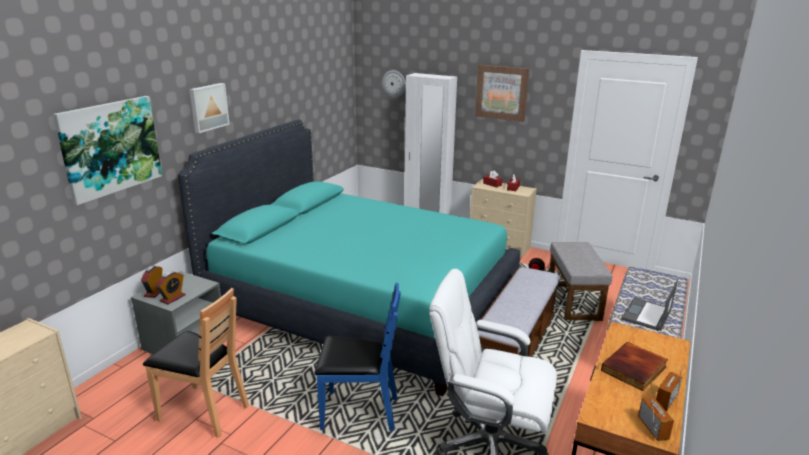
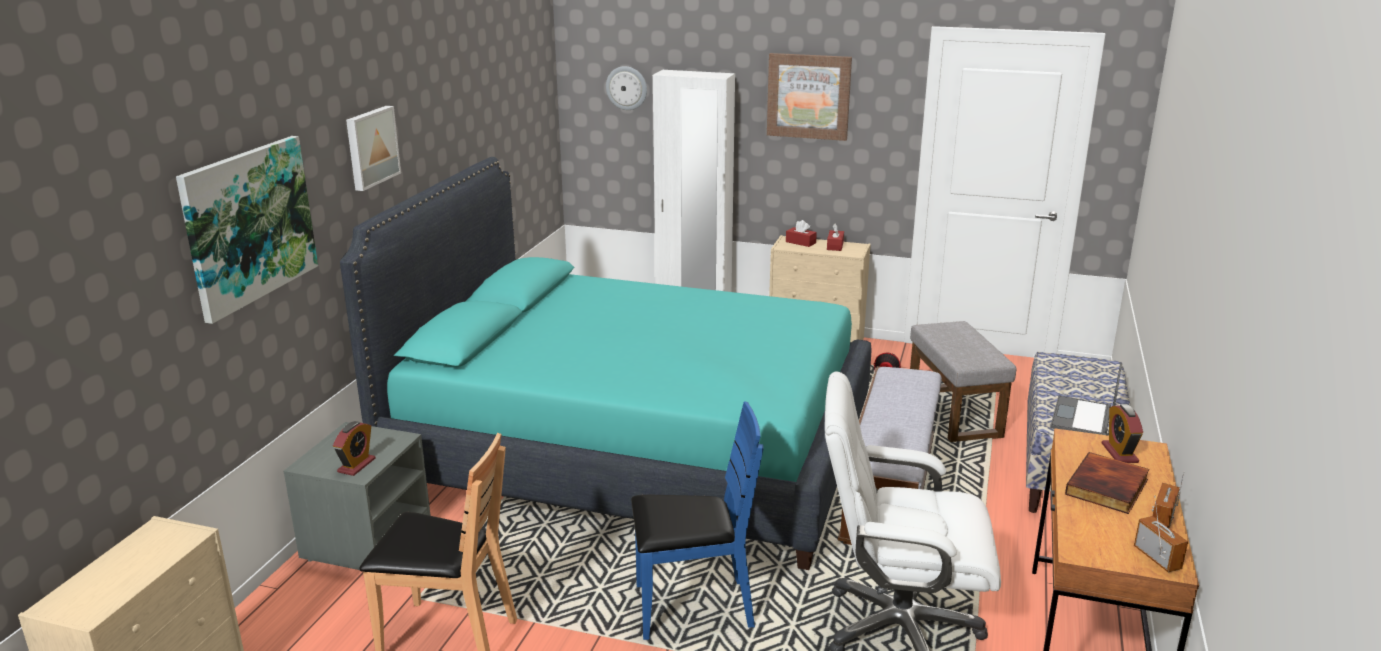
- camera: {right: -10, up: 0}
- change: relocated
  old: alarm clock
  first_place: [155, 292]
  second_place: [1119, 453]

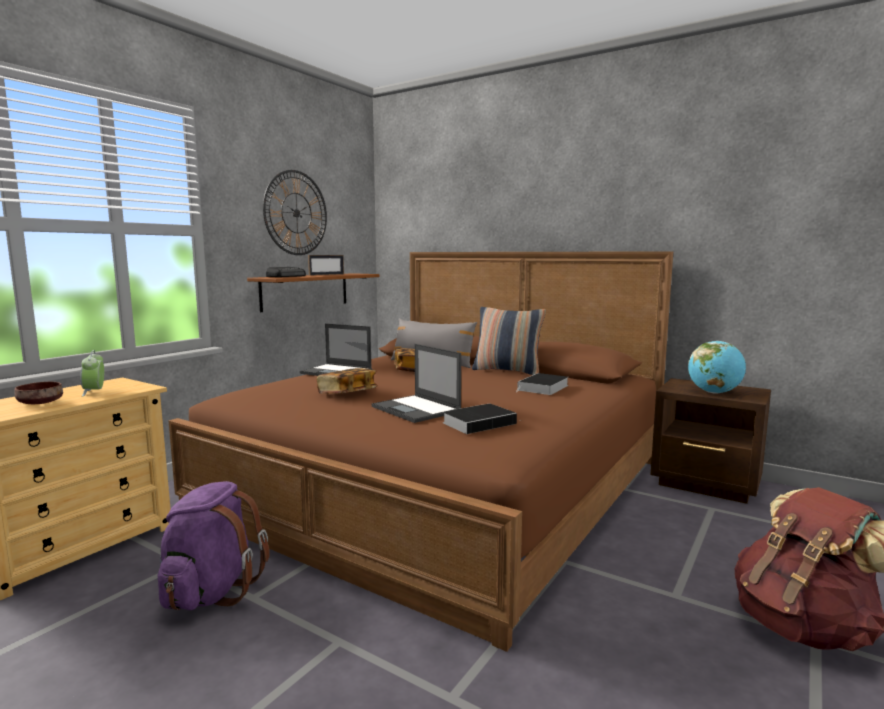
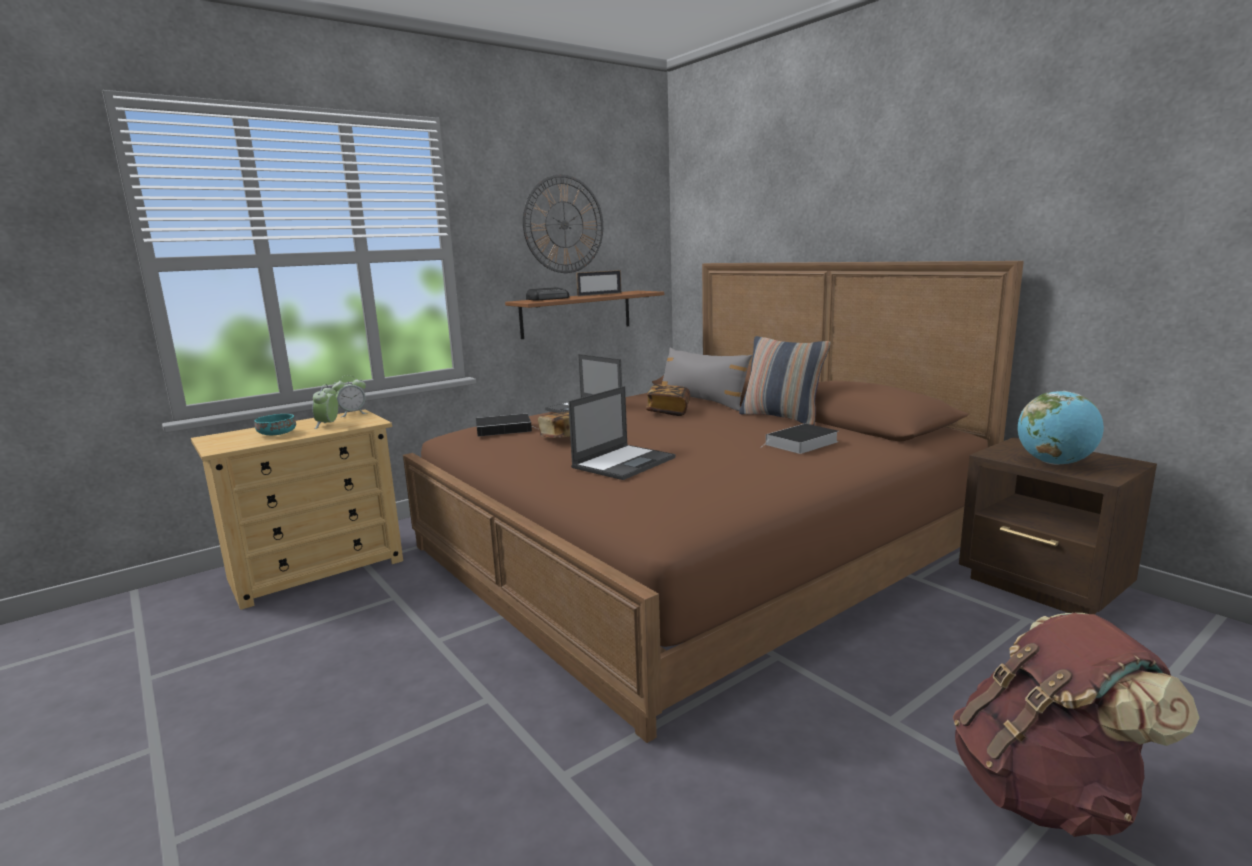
- camera: {right: 20, up: 5}
- change: colour
  old: brown bowl
  new: turquoise bowl
  first_place: [41, 403]
  second_place: [277, 434]
- change: missing
  old: purple backpack
  first_place: [212, 591]
- change: spun
  old: laptop
  first_place: [417, 409]
  second_place: [624, 462]
  degrees: -120
- change: relocated
  old: book
  first_place: [480, 423]
  second_place: [505, 429]
- change: appeared
  new: alarm clock
  second_place: [353, 414]

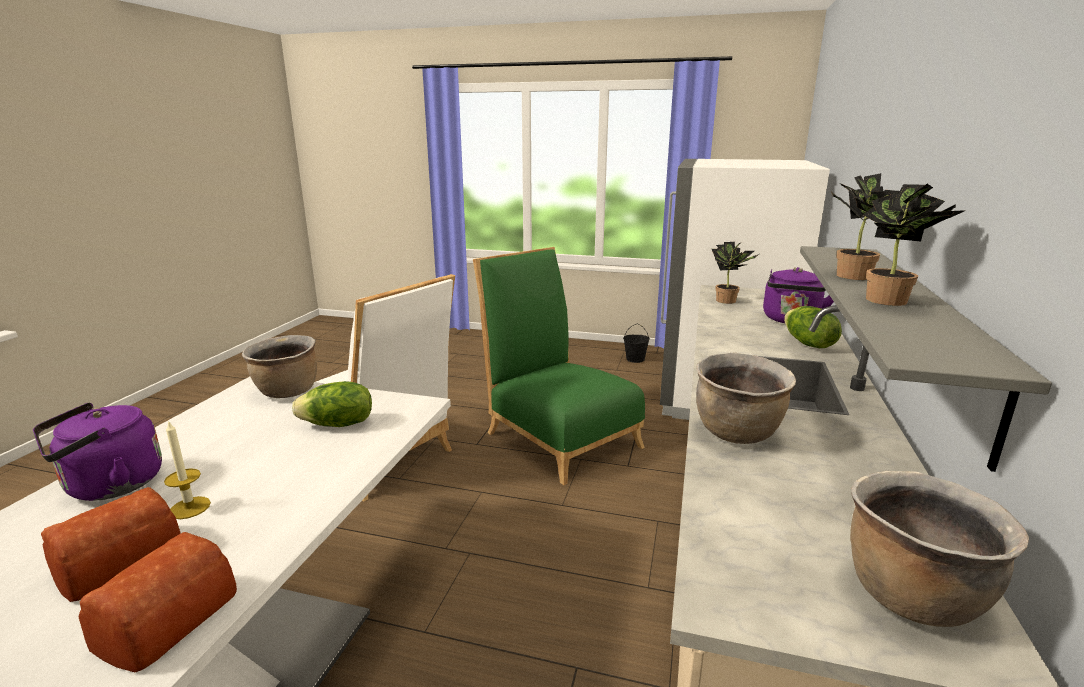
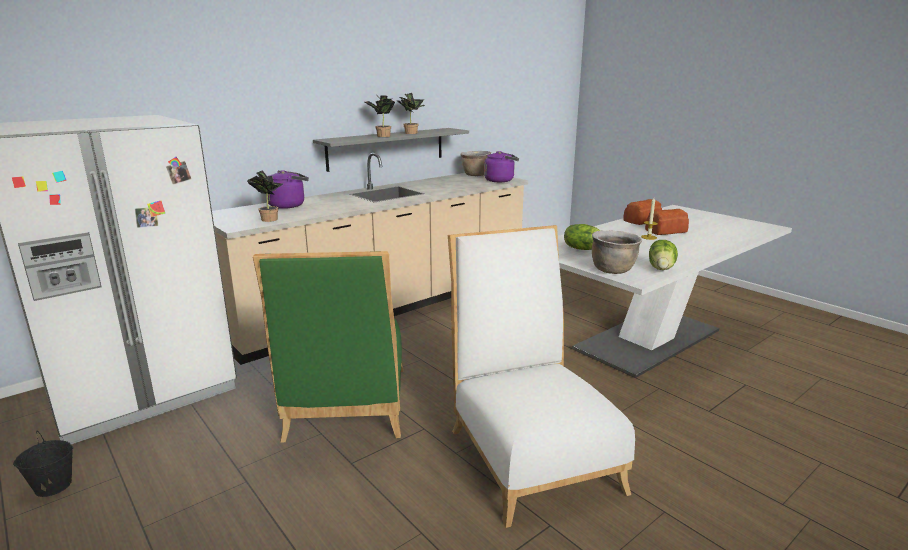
- camera: {right: -145, up: 0}
- change: relocated
  old: purple kettle
  first_place: [109, 486]
  second_place: [501, 180]
- change: missing
  old: brown cooking pot
  first_place: [737, 433]
- change: relocated
  old: lettuce
  first_place: [807, 344]
  second_place: [662, 268]

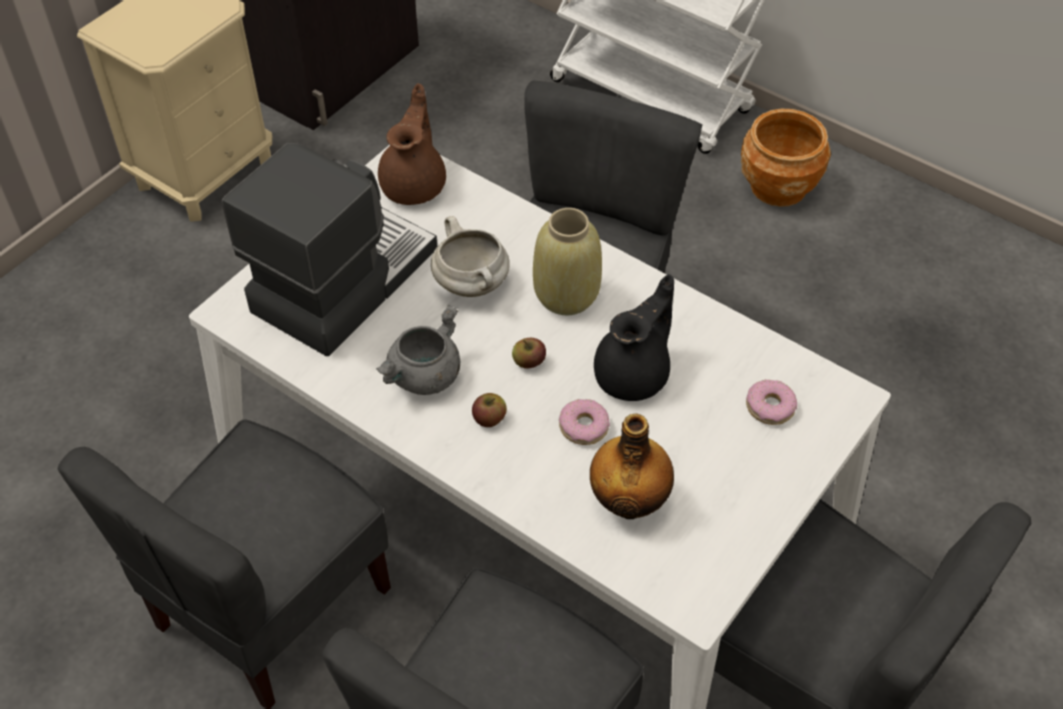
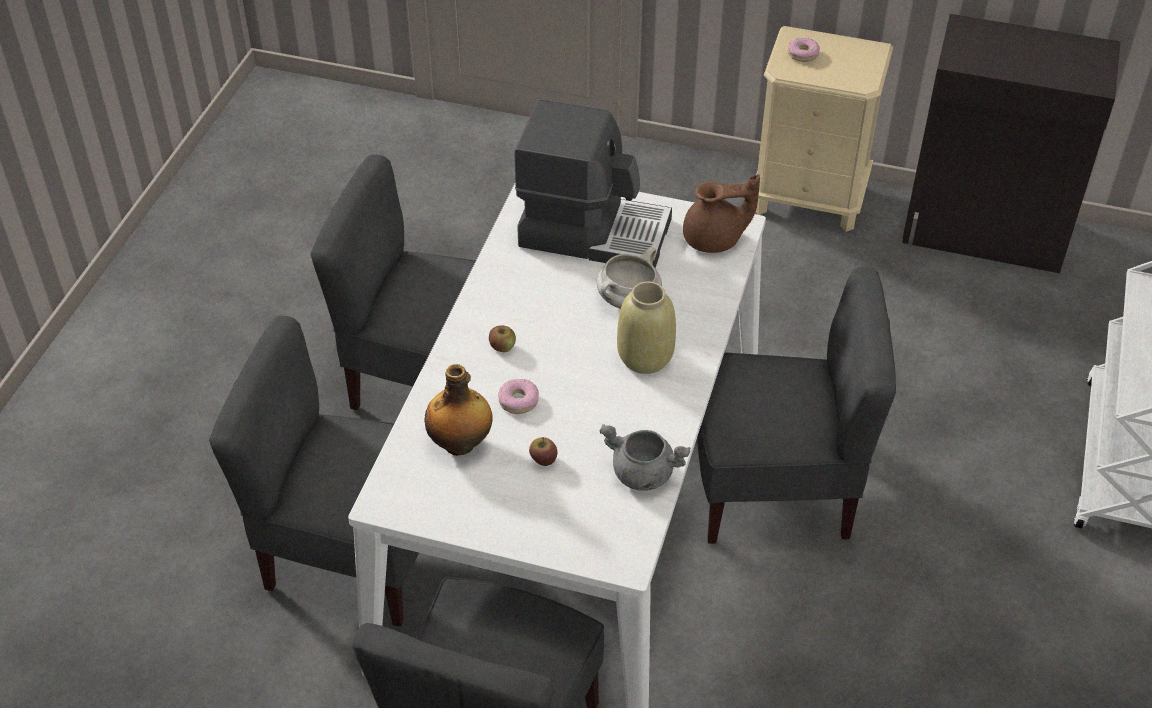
- camera: {right: 70, up: -5}
- change: relocated
  old: grey cooking pot
  first_place: [424, 377]
  second_place: [642, 474]
- change: relocated
  old: apple
  first_place: [529, 362]
  second_place: [543, 459]
- change: missing
  old: black teapot
  first_place: [634, 374]
- change: missing
  old: brown planter
  first_place: [778, 186]
- change: relocated
  old: donut
  first_place: [770, 407]
  second_place: [803, 54]

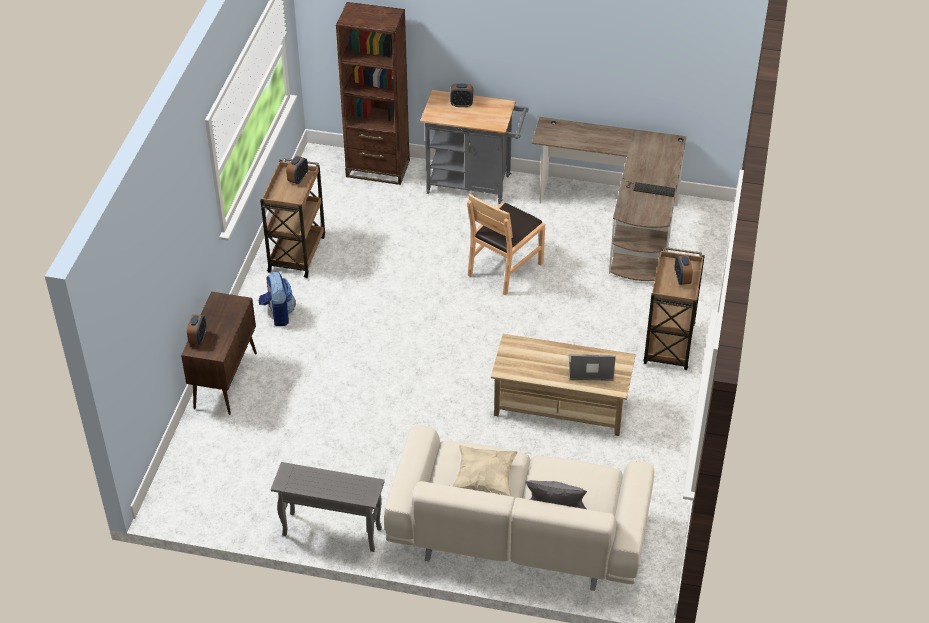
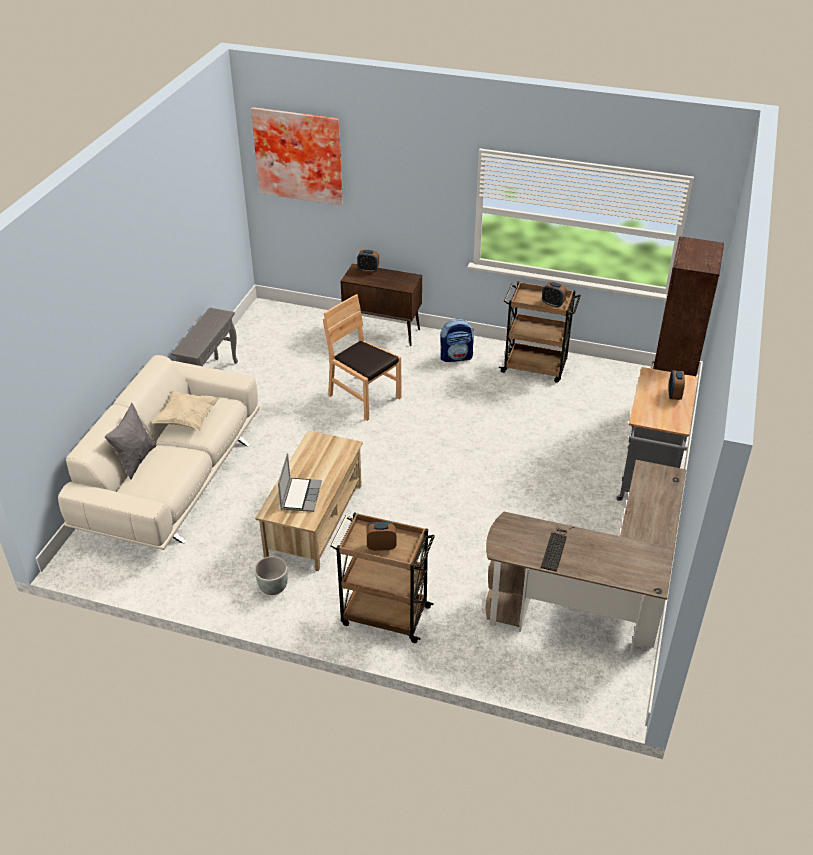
- camera: {right: 95, up: -5}
- change: relocated
  old: brown chair
  first_place: [504, 268]
  second_place: [364, 397]
- change: appeared
  new: picture
  second_place: [299, 155]
- change: appeared
  new: grey planter
  second_place: [273, 588]

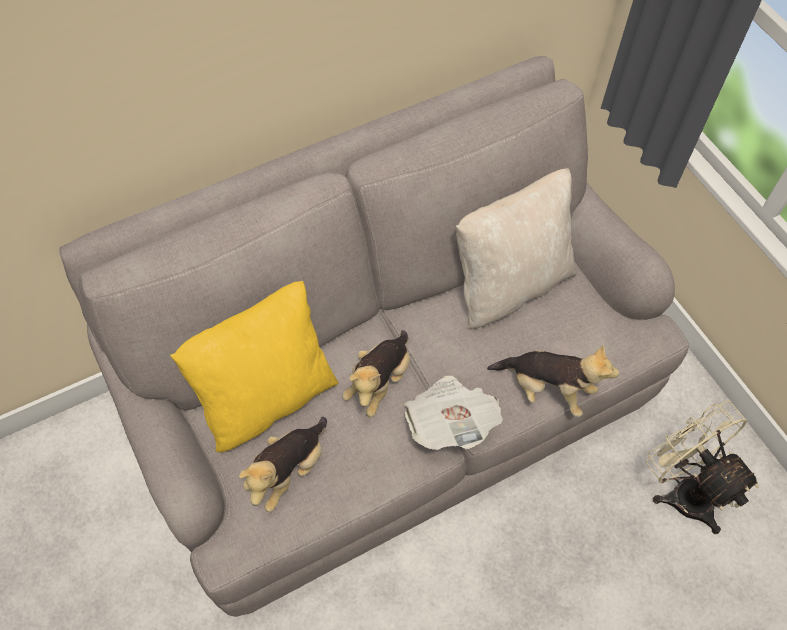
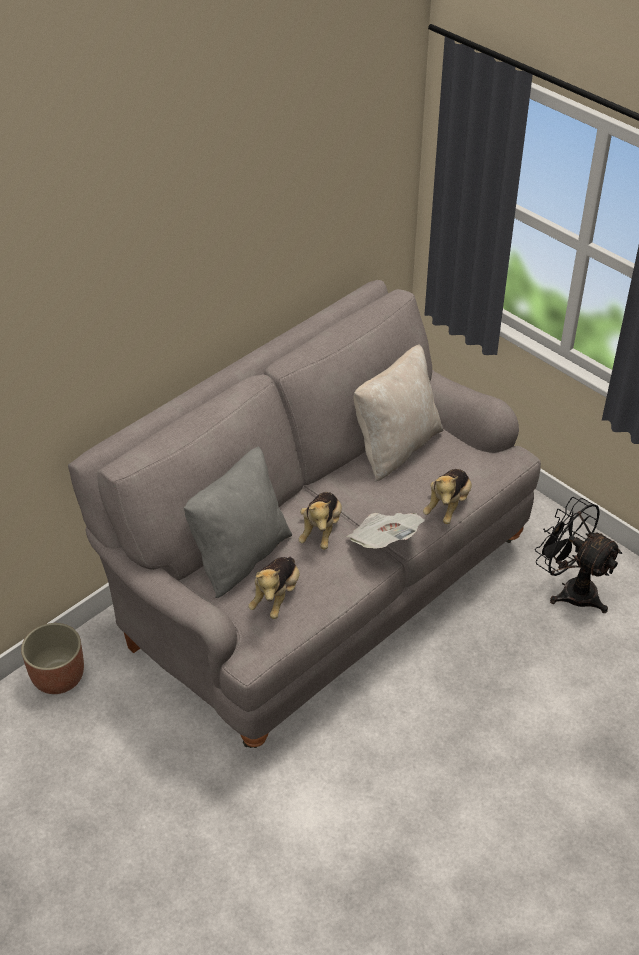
- camera: {right: -15, up: -15}
- change: colour
  old: yellow pillow
  new: grey pillow
  first_place: [266, 397]
  second_place: [240, 556]
- change: spun
  old: plush toy
  first_place: [547, 389]
  second_place: [448, 506]
  degrees: 105
- change: colour
  old: beige fan
  new: black fan
  first_place: [683, 489]
  second_place: [571, 589]
- change: appeared
  new: planter
  second_place: [58, 676]

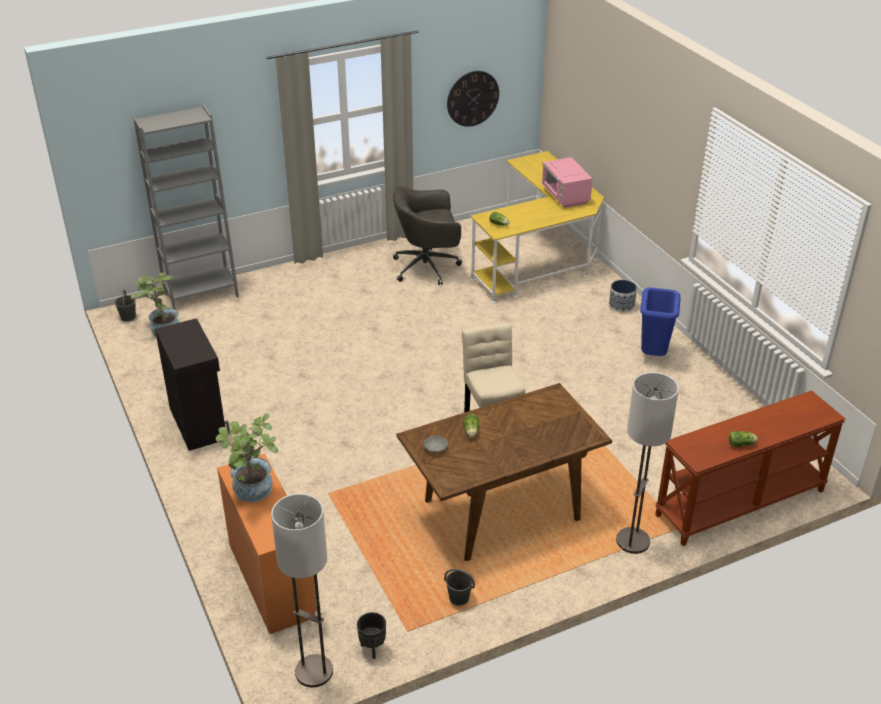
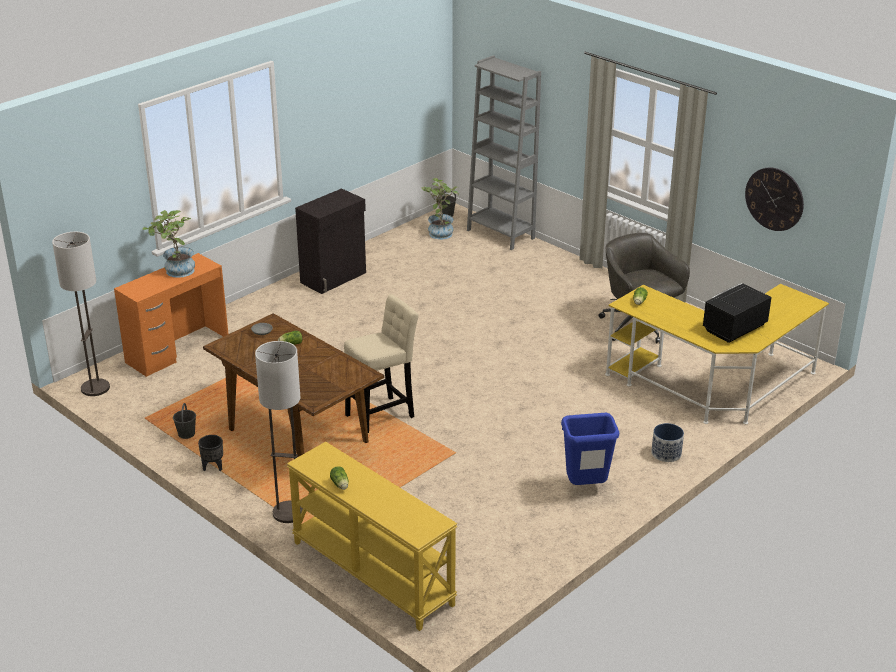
- camera: {right: 70, up: -5}
- change: relocated
  old: black planter
  first_place: [372, 649]
  second_place: [213, 467]
- change: colour
  old: pink microwave
  new: black microwave
  first_place: [565, 196]
  second_place: [733, 328]
- change: colour
  old: brown console table
  new: yellow console table
  first_place: [740, 504]
  second_place: [371, 573]

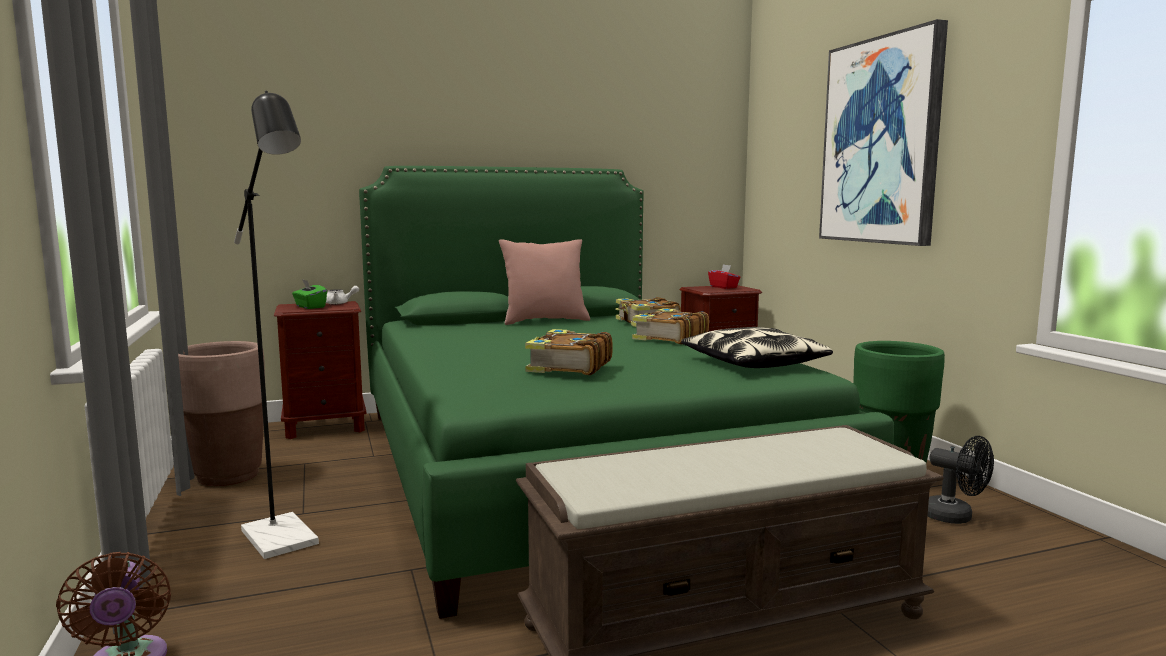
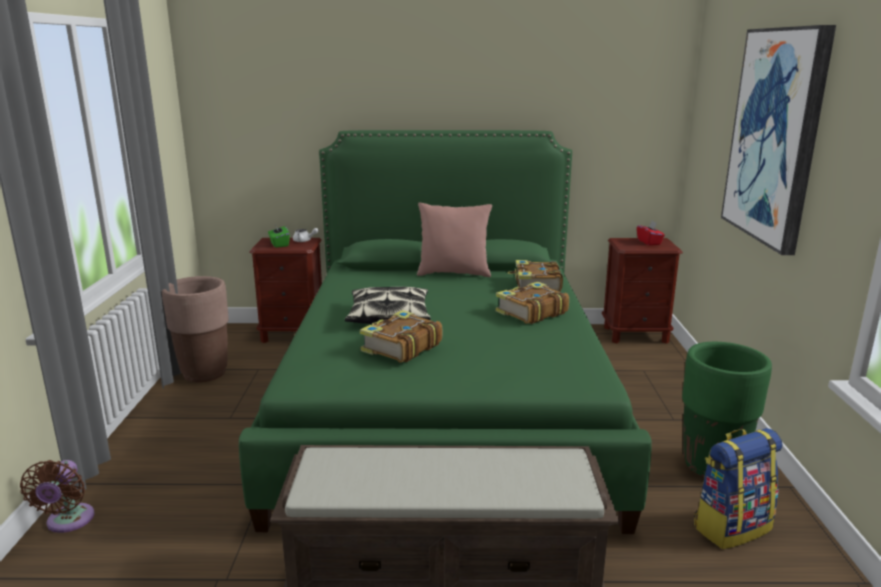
- camera: {right: 20, up: 10}
- change: missing
  old: black floor lamp
  first_place: [285, 543]
- change: relocated
  old: pillow
  first_place: [753, 363]
  second_place: [389, 316]
- change: exchanged
  old: black fan
  new: backpack
  first_place: [955, 517]
  second_place: [731, 527]

